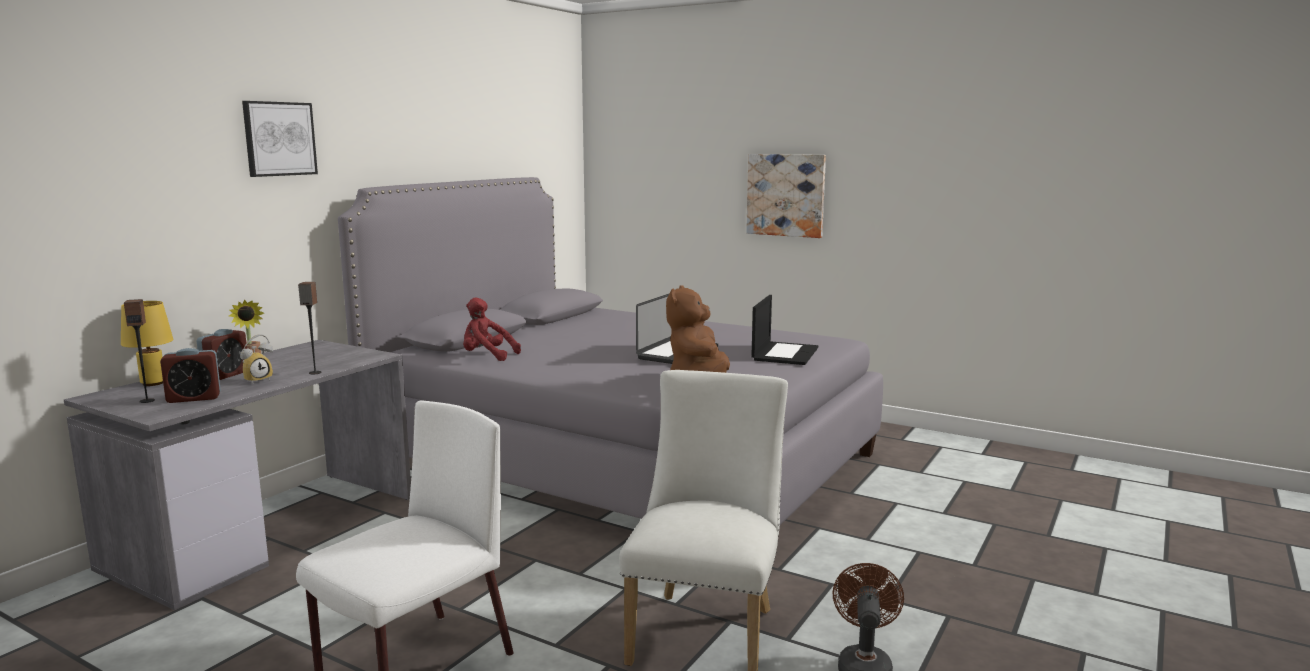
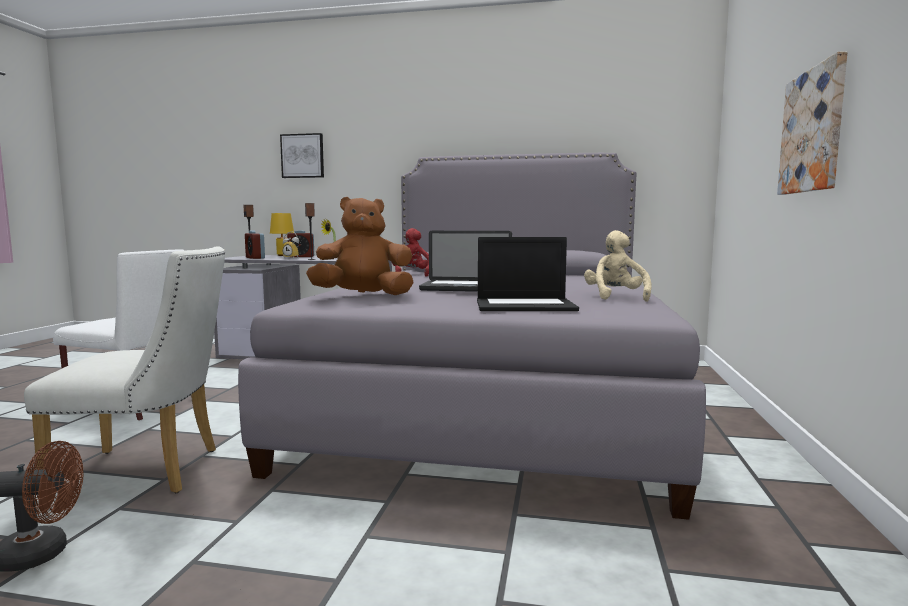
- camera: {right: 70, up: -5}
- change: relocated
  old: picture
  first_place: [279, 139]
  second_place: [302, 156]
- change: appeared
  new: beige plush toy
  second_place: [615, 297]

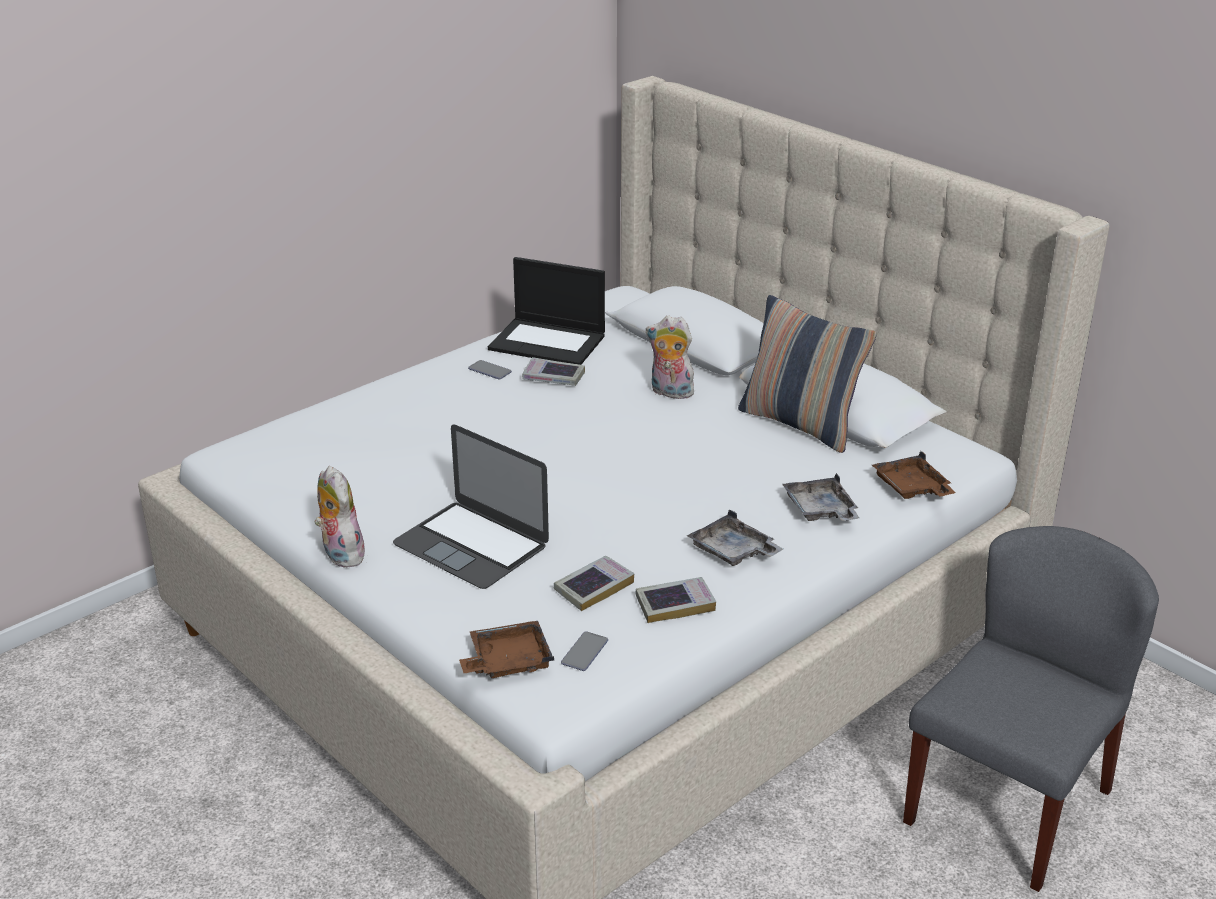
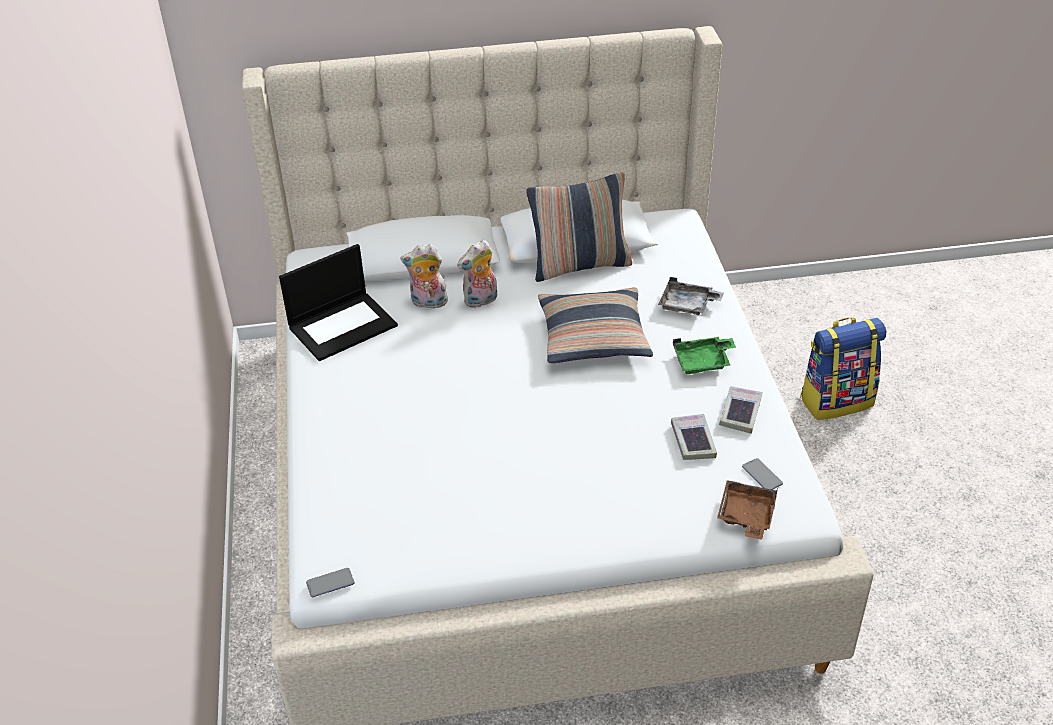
- camera: {right: -55, up: 10}
- change: relocated
  old: plush toy
  first_place: [340, 554]
  second_place: [428, 303]
- change: missing
  old: laptop
  first_place: [471, 545]
- change: relocated
  old: phone
  first_place: [489, 371]
  second_place: [330, 583]
- change: missing
  old: book
  first_place: [553, 377]
- change: colour
  old: grey tray
  new: green tray
  first_place: [733, 552]
  second_place: [703, 362]
- change: missing
  old: brown tray
  first_place: [911, 488]
- change: exchanged
  old: grey chair
  new: backpack
  first_place: [1008, 805]
  second_place: [836, 400]
- change: appeared
  new: pillow
  second_place: [593, 337]

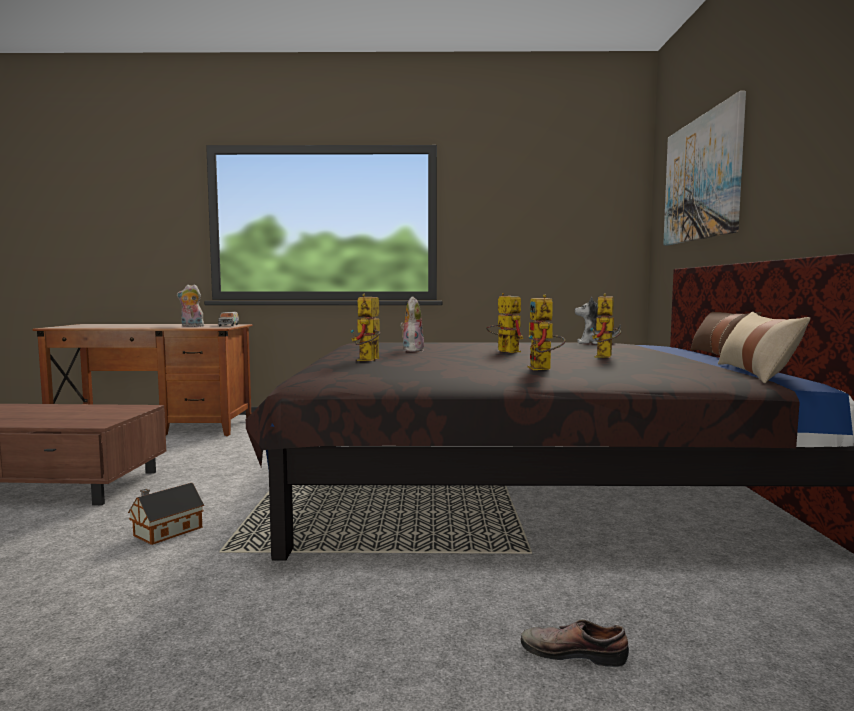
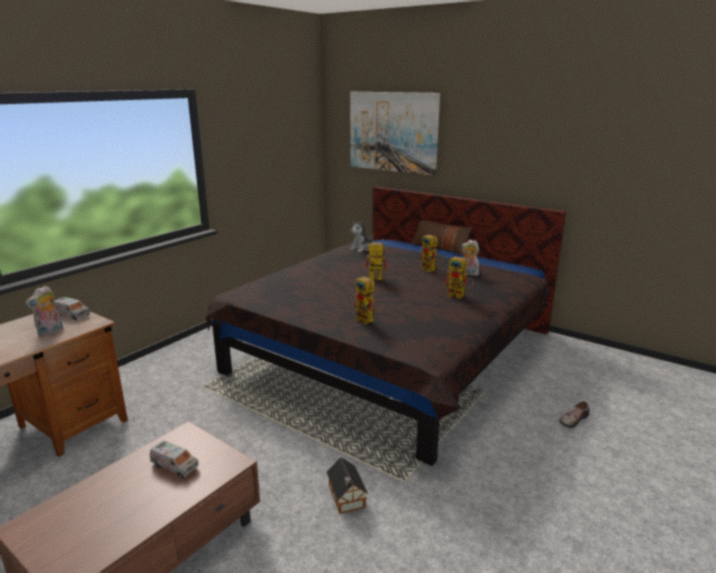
- camera: {right: -55, up: 15}
- change: relocated
  old: plush toy
  first_place: [412, 350]
  second_place: [468, 273]
- change: missing
  old: beige pillow
  first_place: [756, 373]
- change: appeared
  new: toy truck
  second_place: [174, 466]

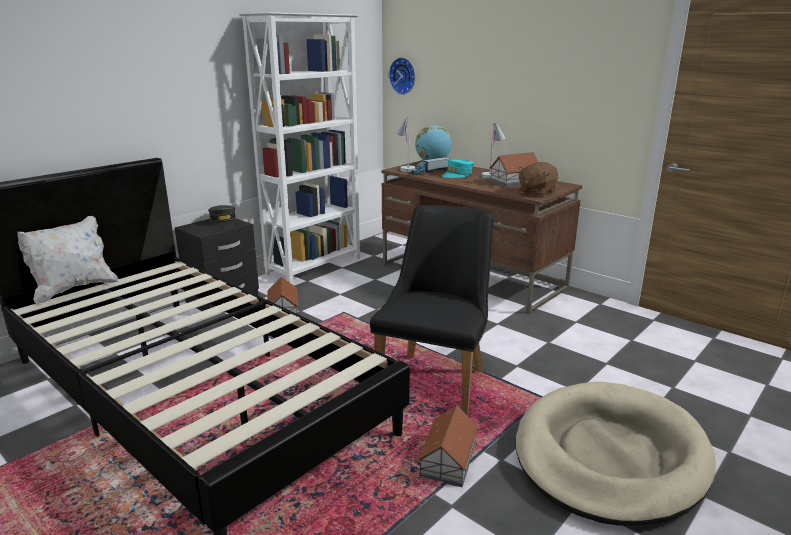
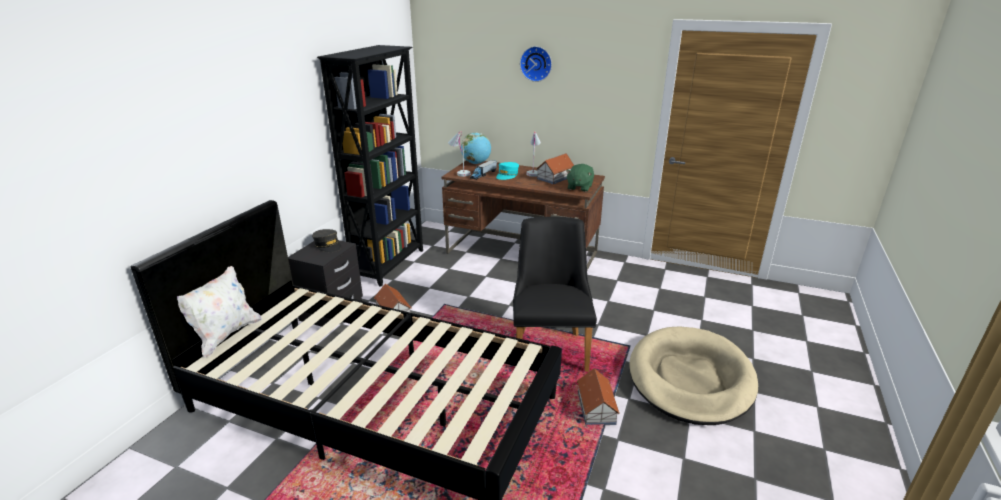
- camera: {right: -20, up: 5}
- change: colour
  old: white bookcase
  new: black bookcase
  first_place: [315, 266]
  second_place: [390, 264]
- change: relocated
  old: wall clock
  first_place: [403, 76]
  second_place: [536, 63]
- change: colour
  old: brown plush toy
  new: green plush toy
  first_place: [536, 192]
  second_place: [579, 187]

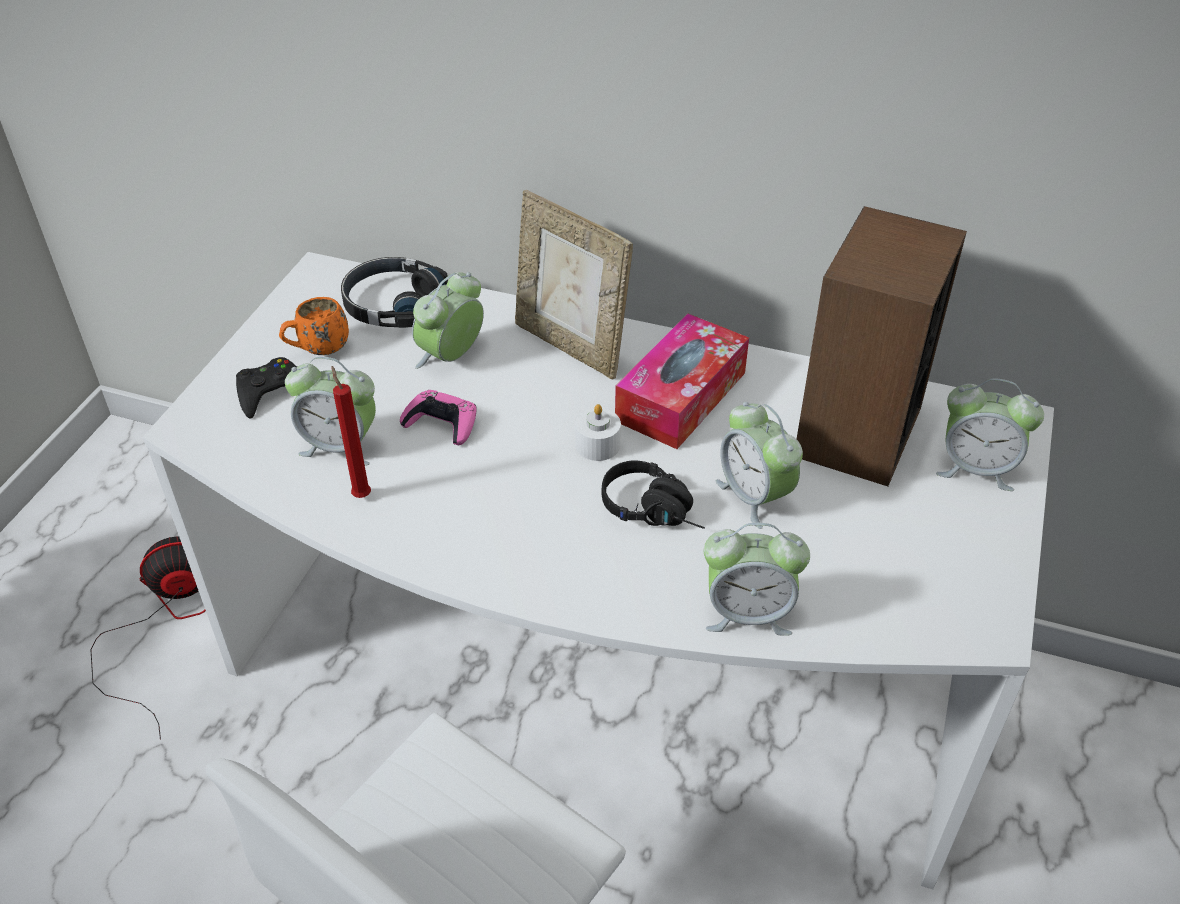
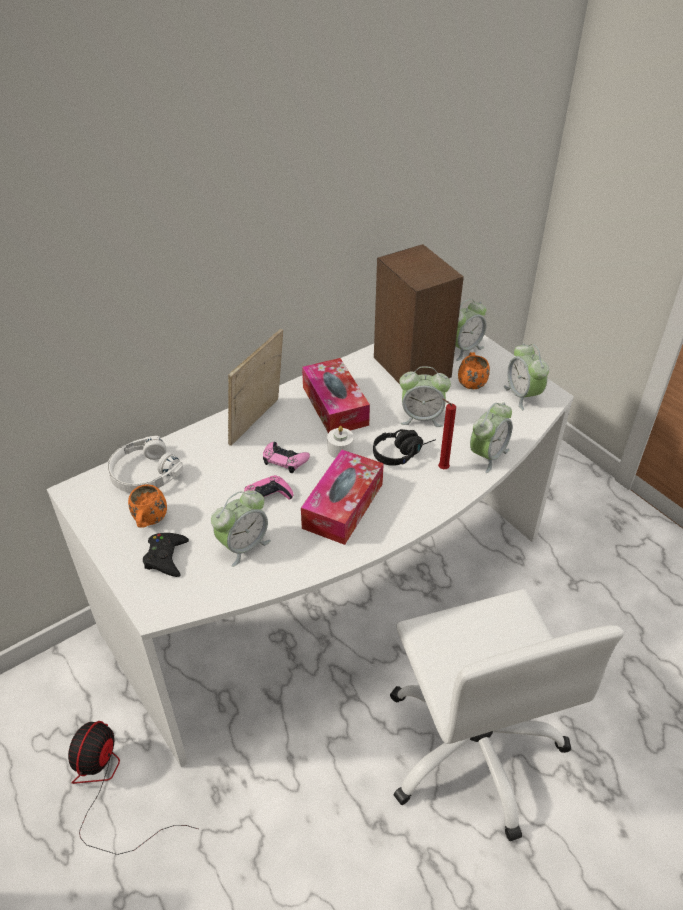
- camera: {right: -55, up: 0}
- change: relocated
  old: red candle
  first_place: [361, 494]
  second_place: [441, 468]
- change: colour
  old: black headphones
  new: white headphones
  first_place: [392, 304]
  second_place: [144, 473]
- change: relocated
  old: alarm clock
  first_place: [451, 357]
  second_place: [523, 395]
- change: spun
  old: picture frame
  first_place: [570, 346]
  second_place: [258, 423]
  degrees: 135
- change: appeared
  new: pink game controller
  second_place: [285, 460]
- change: appeared
  new: tissue box
  second_place: [343, 506]
- change: appeared
  new: orange mug
  second_place: [471, 381]

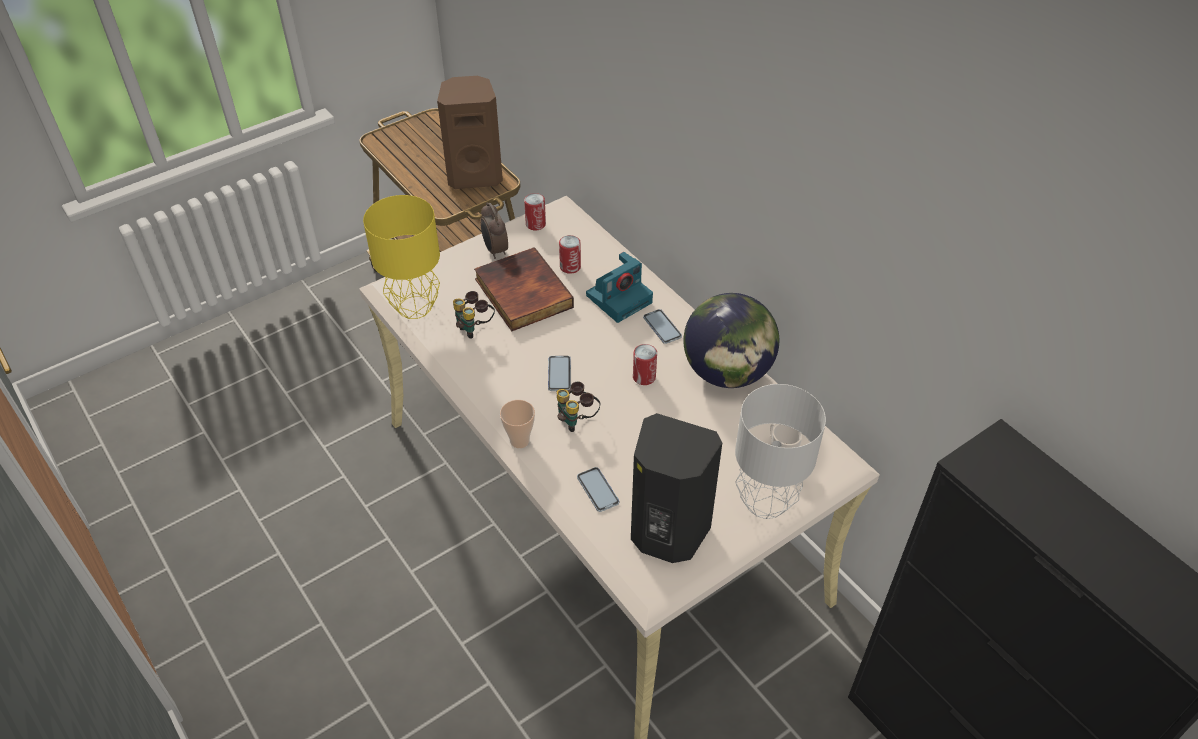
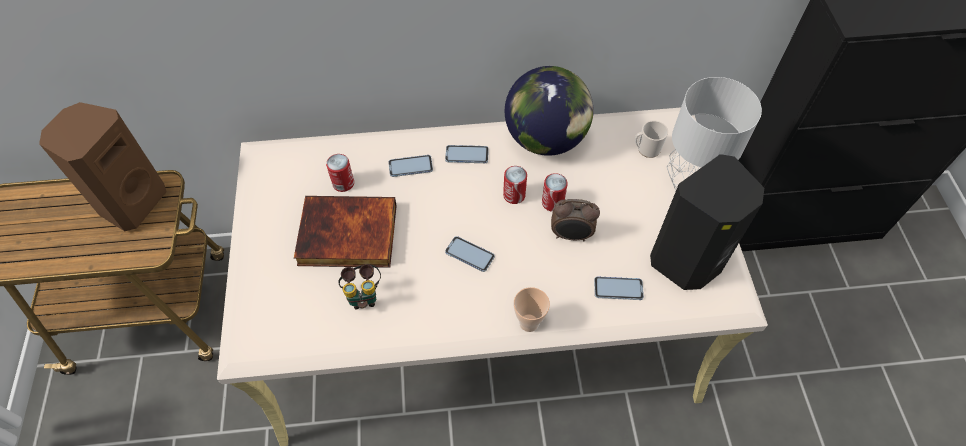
- camera: {right: -60, up: 10}
- change: missing
  old: yellow table lamp
  first_place: [416, 307]
- change: relocated
  old: alarm clock
  first_place: [495, 250]
  second_place: [571, 235]
- change: relocated
  old: can
  first_place: [535, 224]
  second_place: [552, 202]
- change: missing
  old: binoculars
  first_place: [577, 420]
- change: exchanged
  old: photo camera
  new: phone
  first_place: [619, 298]
  second_place: [410, 166]

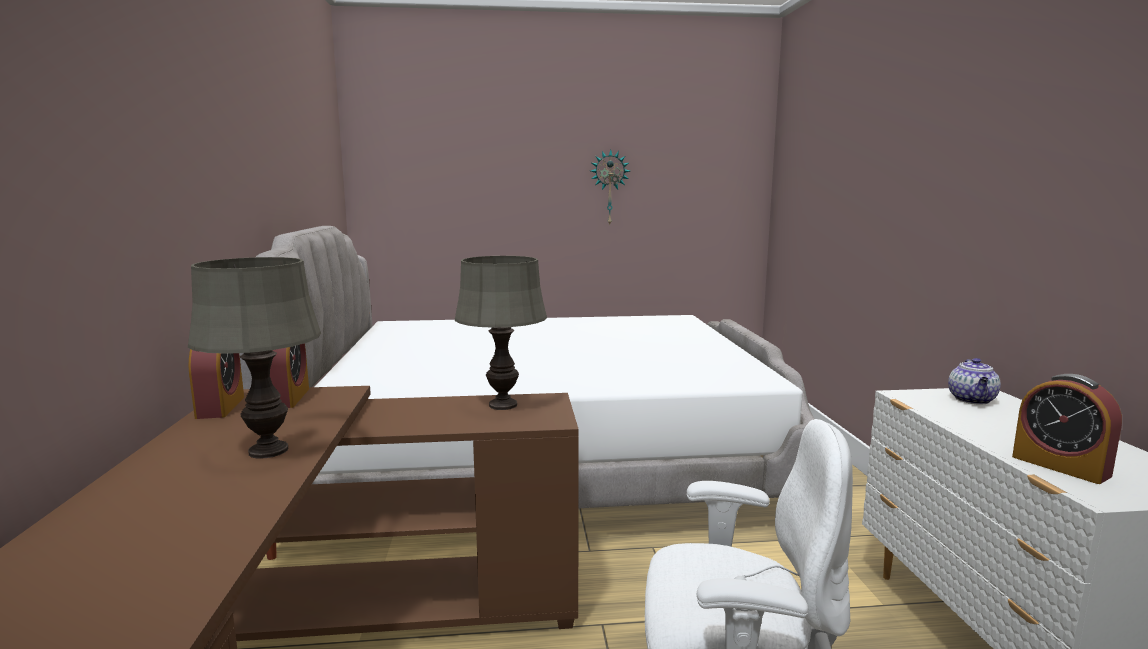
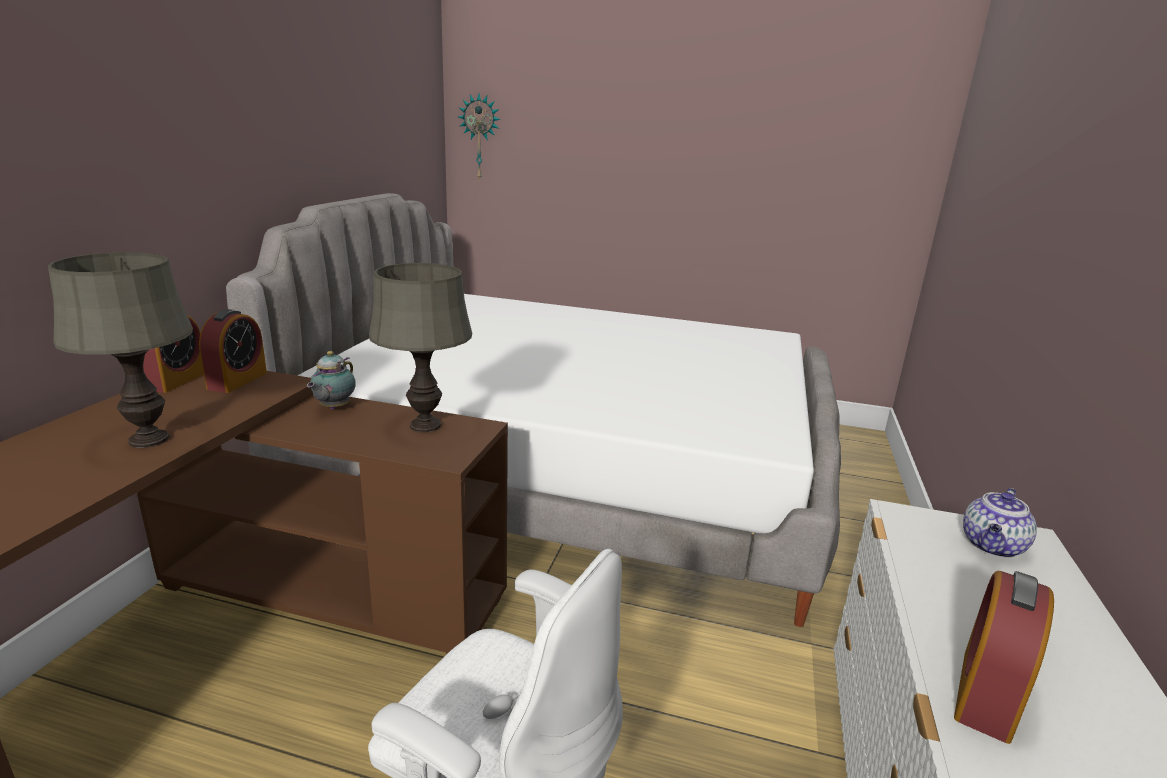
- camera: {right: 20, up: 10}
- change: relocated
  old: wall clock
  first_place: [609, 188]
  second_place: [480, 137]
- change: spun
  old: alarm clock
  first_place: [1060, 466]
  second_place: [986, 694]
  degrees: 45
- change: appeared
  new: teapot
  second_place: [333, 408]

